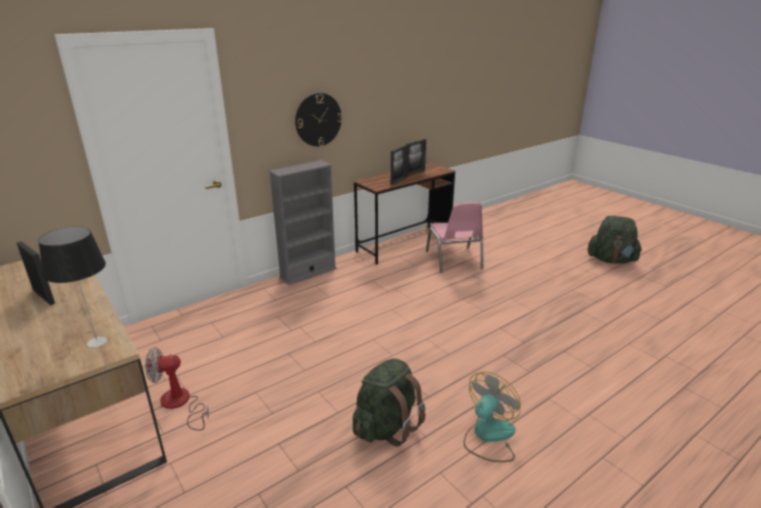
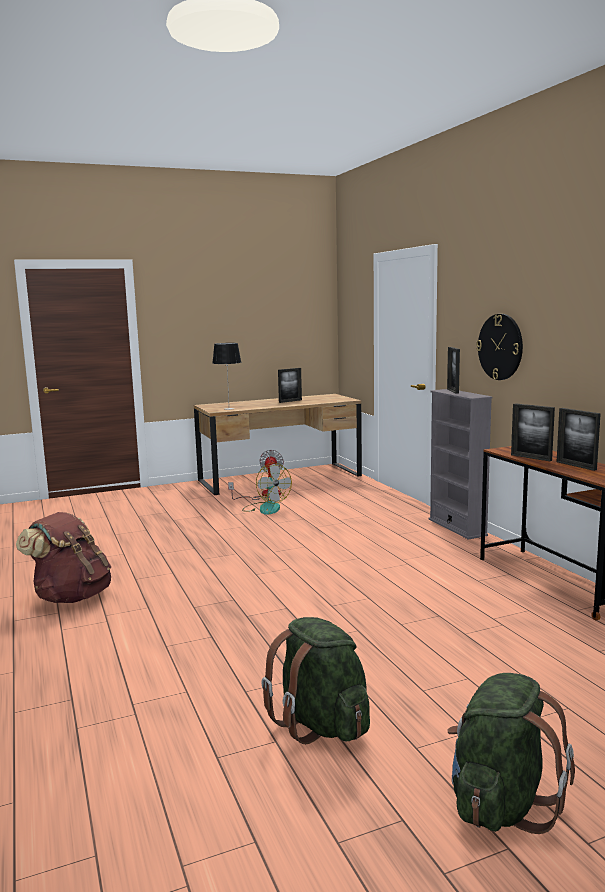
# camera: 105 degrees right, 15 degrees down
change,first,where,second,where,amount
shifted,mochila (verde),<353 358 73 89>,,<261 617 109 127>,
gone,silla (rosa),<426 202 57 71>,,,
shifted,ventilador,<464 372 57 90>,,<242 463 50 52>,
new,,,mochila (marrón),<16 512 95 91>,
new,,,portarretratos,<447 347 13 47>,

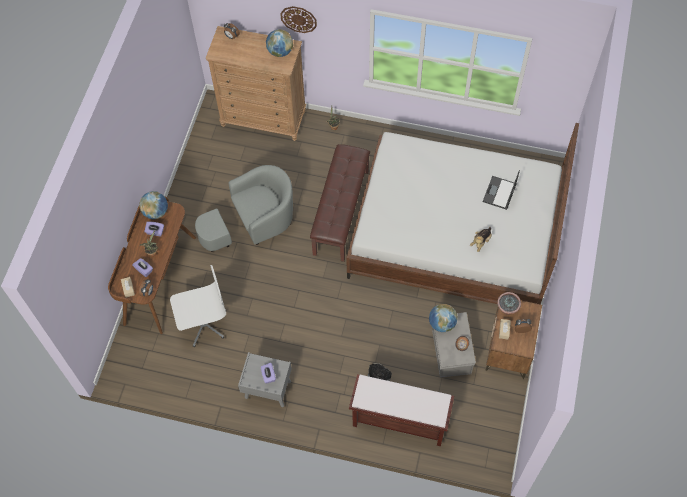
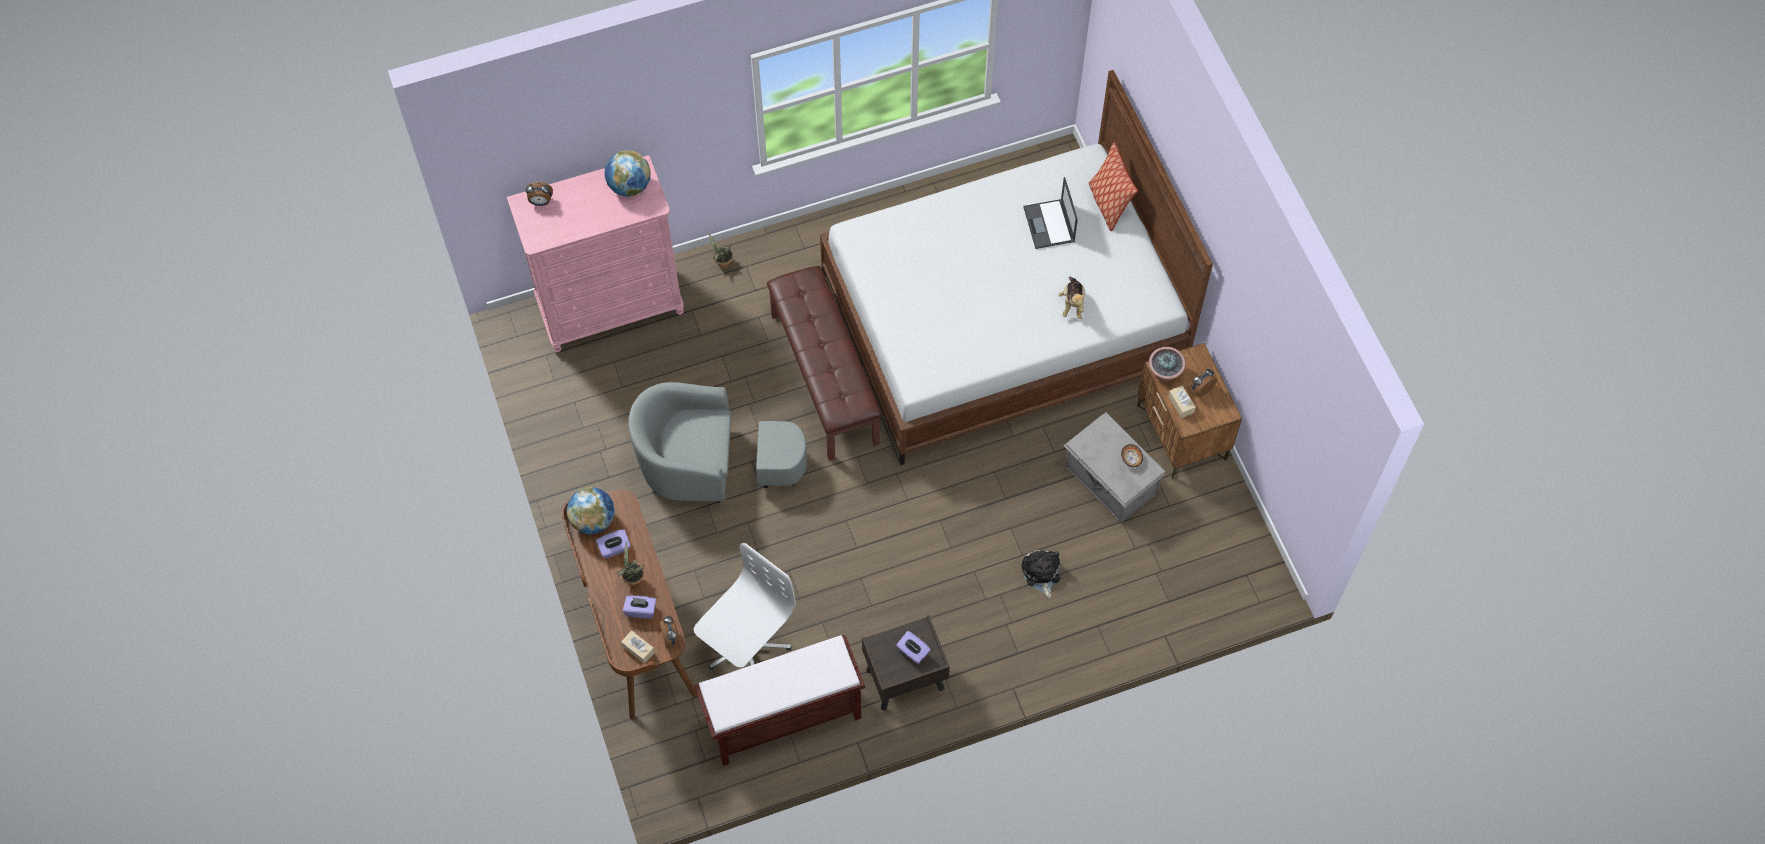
# camera: 35 degrees left, 0 degrees up
change,first,where,second,where,amount
rotated,sillón (gris),<195 165 98 87>,,<628 382 179 121>,120 degrees counterclockwise
repainted,cómoda (marrón),<206 26 100 115>,cómoda (rosa),<507 155 177 197>,
repainted,mesita de noche (gris),<238 352 54 55>,mesita de noche (marrón),<862 615 88 96>,
gone,reloj de pared,<280 6 37 27>,,,
shifted,banco (marrón),<349 374 105 72>,,<694 635 171 131>,
gone,globo terráqueo,<429 304 29 28>,,,
new,,,cojín,<1089 142 49 89>,

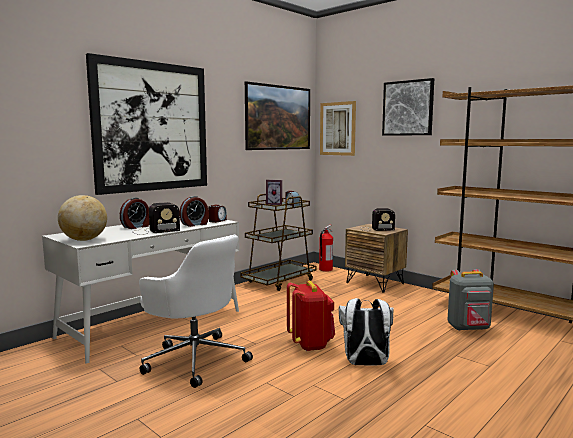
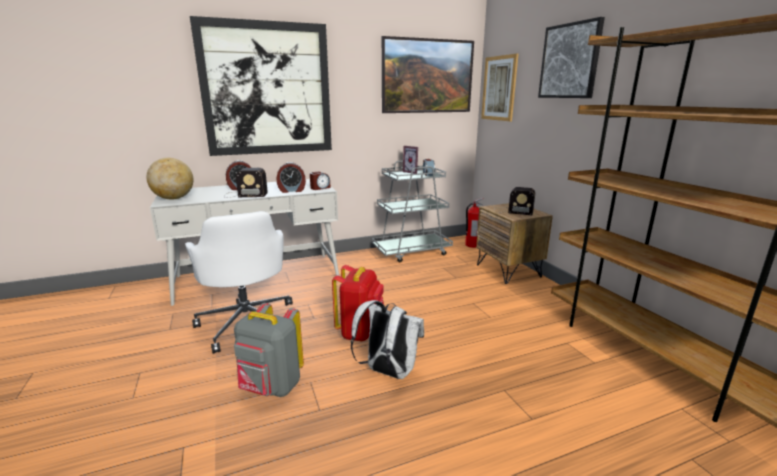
# camera: 25 degrees right, 10 degrees up
change,first,where,second,where,amount
repainted,carrito (marrón),<241 194 76 97>,carrito (gris),<372 161 81 101>,
shifted,mochila (gris),<448 269 46 62>,,<234 303 70 94>,

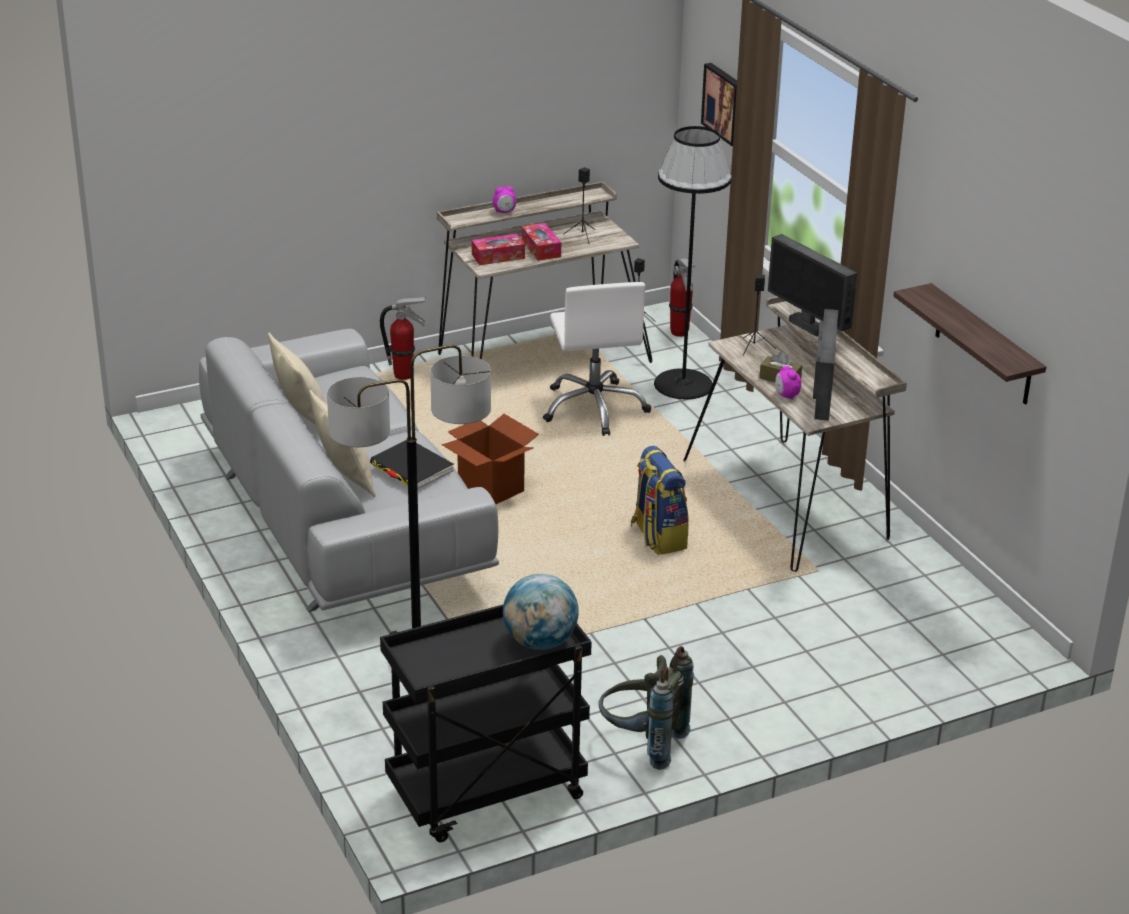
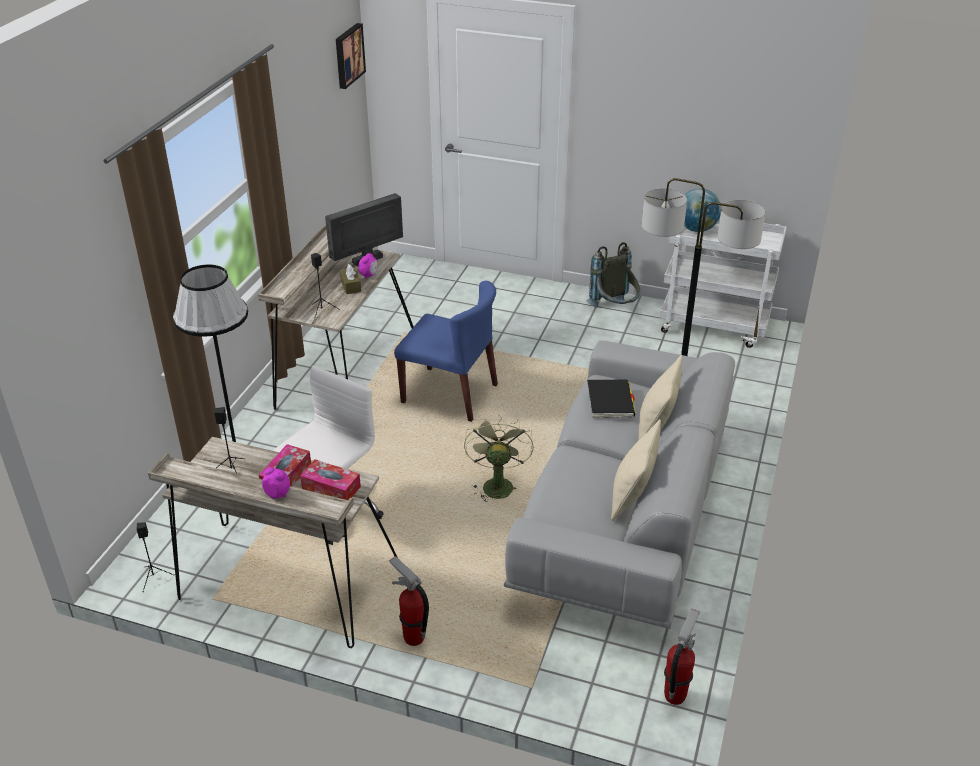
# camera: 135 degrees left, 5 degrees up
change,first,where,second,where,amount
repainted,carrito (negro),<380 604 212 238>,carrito (blanco),<660 218 127 130>,
swapped,caja de cartón,<442 414 97 90>,ventilador (verde),<464 415 70 87>,
swapped,mochila,<631 446 58 109>,silla (azul),<394 281 104 141>,
shifted,extintor,<669 258 26 79>,,<664 608 36 97>,
shifted,cuadro,<701 63 36 83>,,<336 23 30 66>,
gone,monitor,<768 234 89 103>,,,
gone,estante,<893 283 153 122>,,,

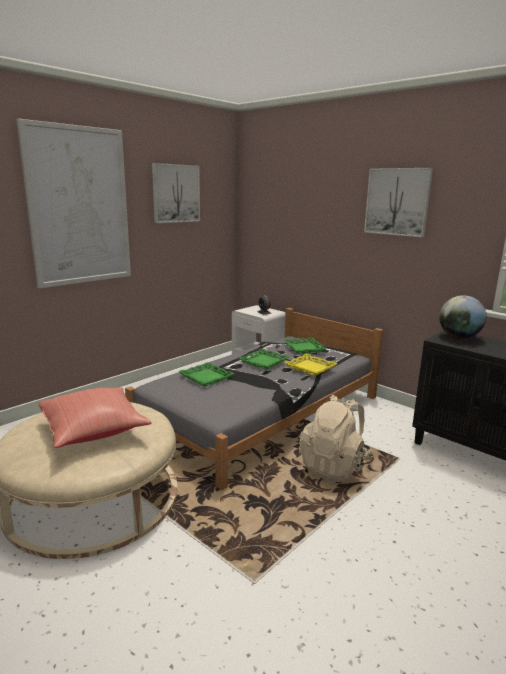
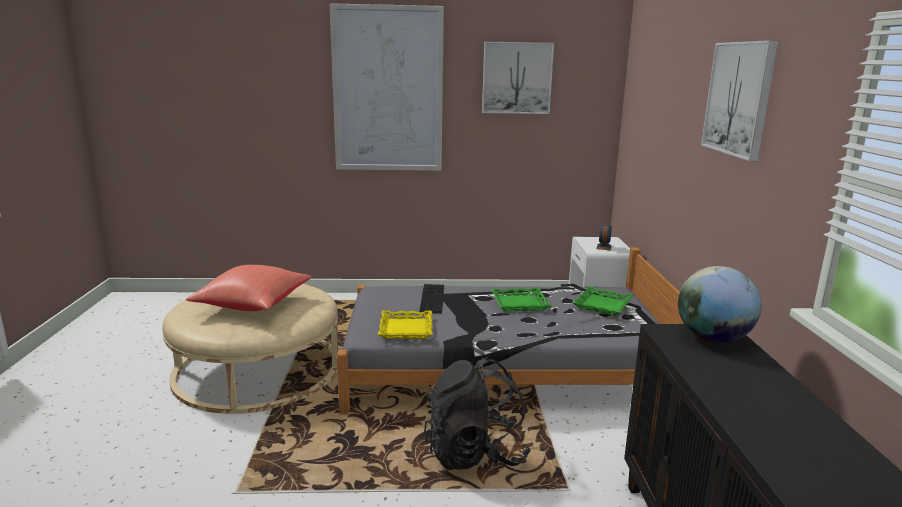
# camera: 45 degrees right, 0 degrees up
change,first,where,second,where,amount
swapped,bandeja (verde),<178 362 56 24>,teclado,<419 284 25 30>,
shifted,bandeja (amarillo),<284 354 54 22>,,<378 310 55 29>,
repainted,mochila (beis),<299 395 74 87>,mochila (negro),<424 357 107 113>,

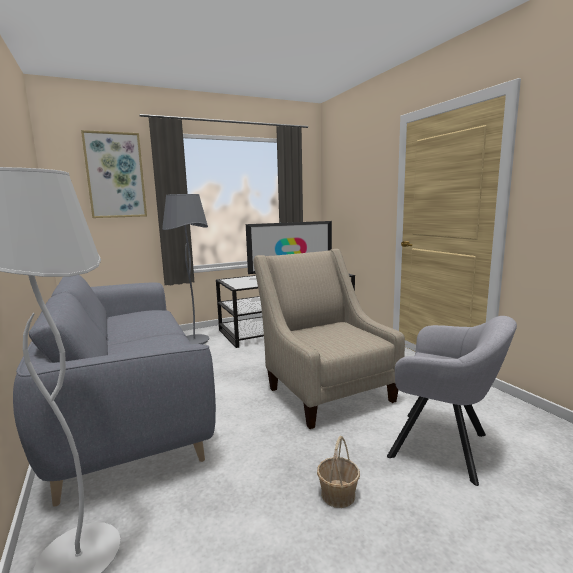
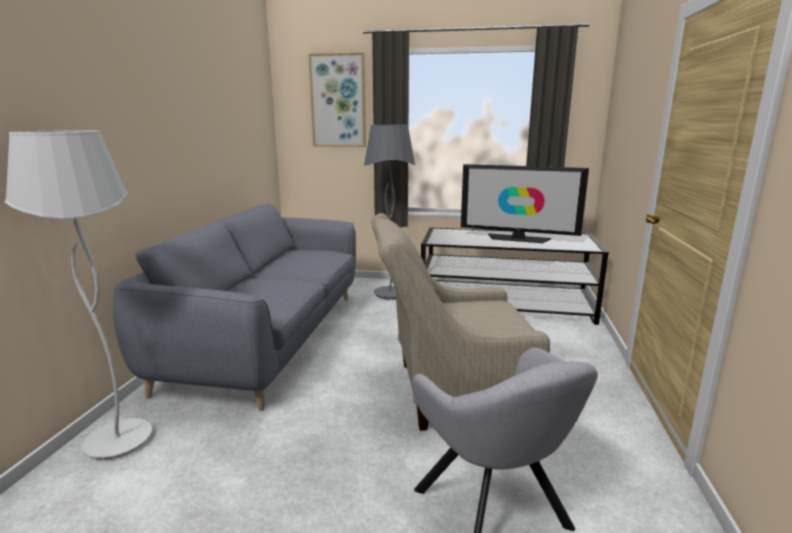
# camera: 35 degrees right, 5 degrees up
change,first,where,second,where,amount
rotated,sillón (beis),<253 249 152 180>,,<371 213 179 218>,105 degrees counterclockwise
gone,cesta,<317 436 43 72>,,,

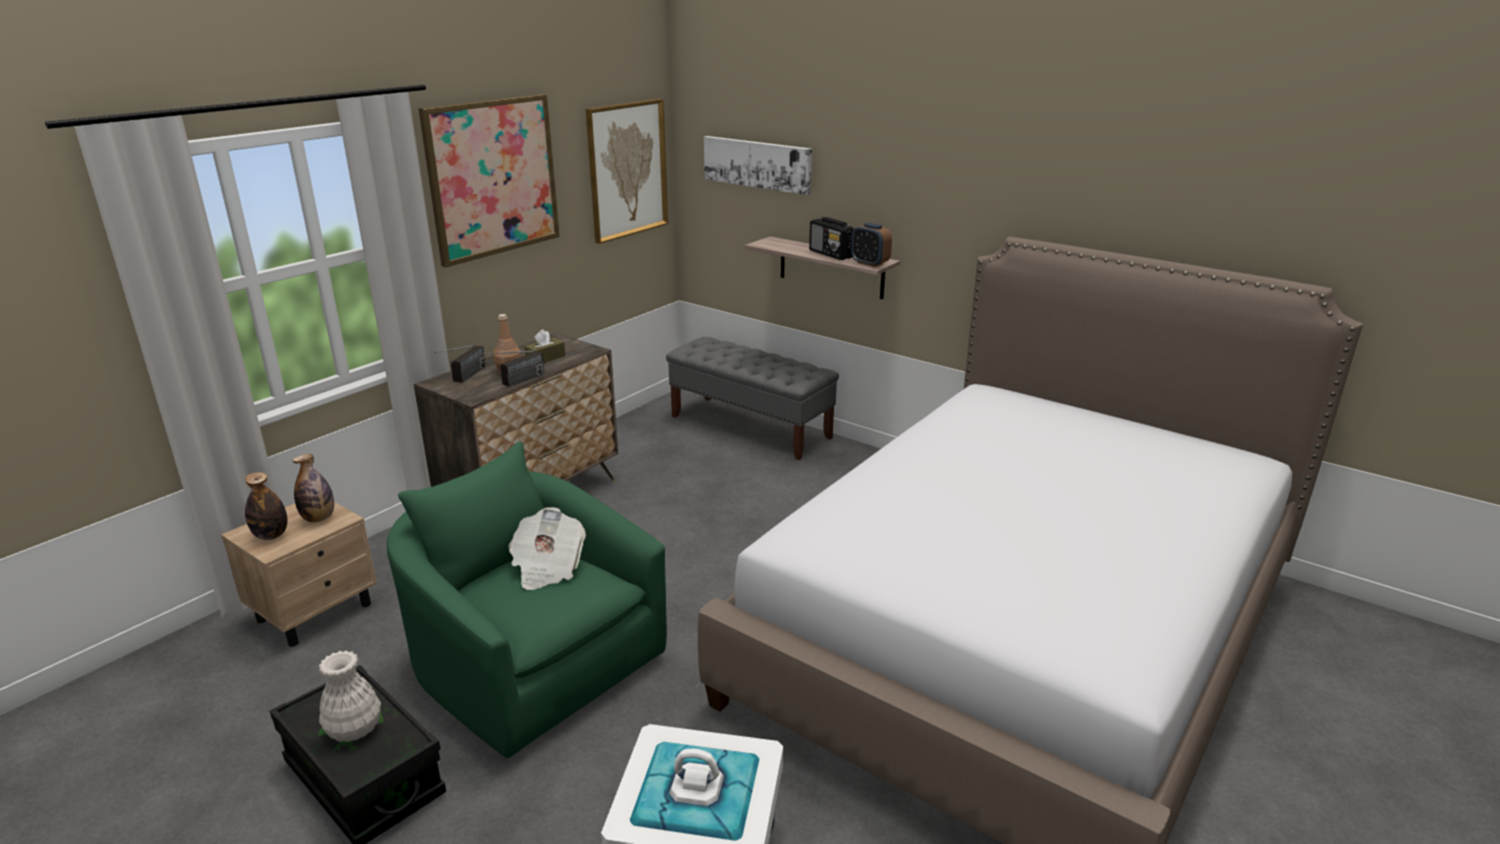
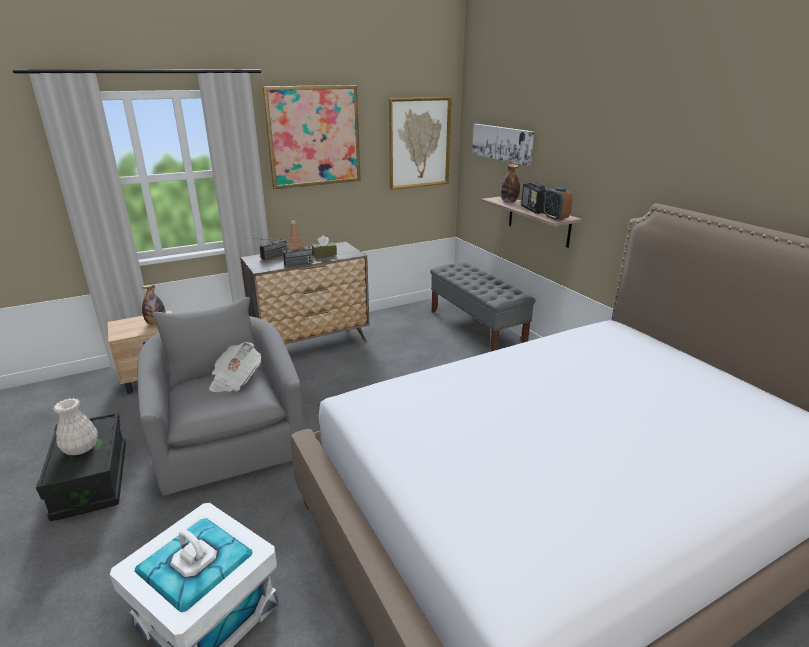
# camera: 25 degrees right, 0 degrees up
change,first,where,second,where,amount
shifted,botella,<245 472 43 68>,,<501 164 19 39>,
repainted,sillón (verde),<387 441 280 317>,sillón (gris),<137 297 167 198>,

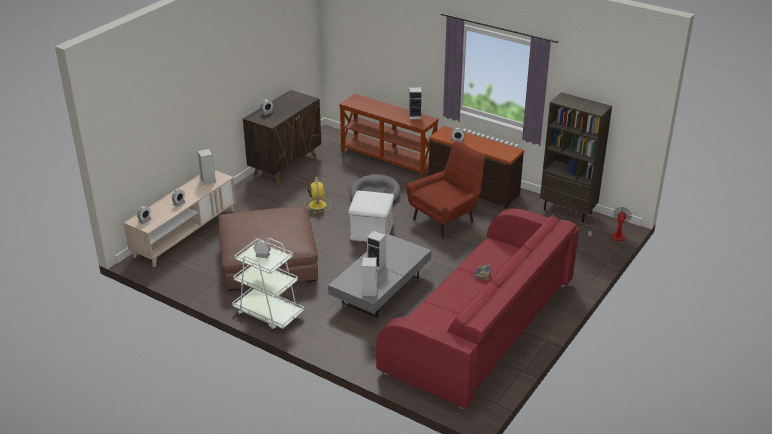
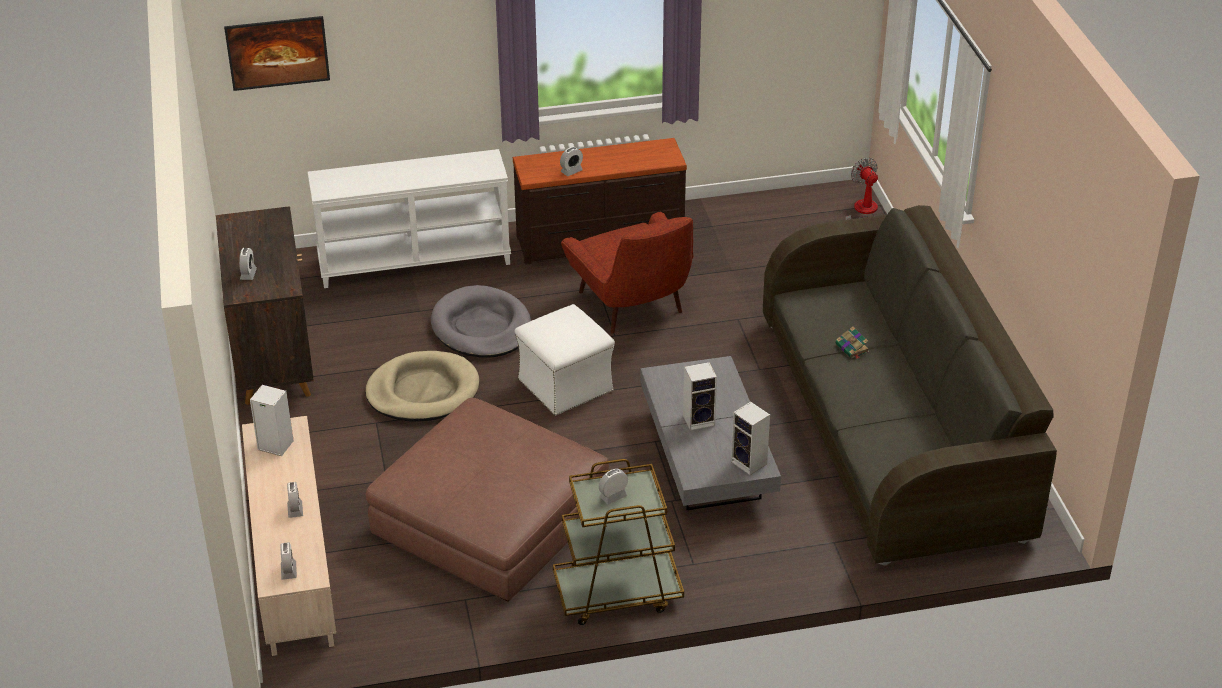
# camera: 45 degrees left, 5 degrees up
change,first,where,second,where,amount
repainted,carrito (blanco),<232 238 72 93>,carrito (marrón),<553 459 131 166>,
swapped,ventilador (amarillo),<304 177 27 36>,cama para perro (beis),<365 351 114 71>,
repainted,mesa consola (marrón),<339 94 100 85>,mesa consola (blanco),<307 149 204 139>,
repainted,sofá (rojo),<376 209 203 200>,sofá (gris),<763 205 294 361>,
rotated,sillón (rojo),<406 141 79 97>,,<561 212 132 122>,150 degrees clockwise
gone,altavoz,<408 87 14 32>,,,
gone,estantería (marrón),<540 92 72 131>,,,
new,,,cuadro,<224 16 106 75>,

